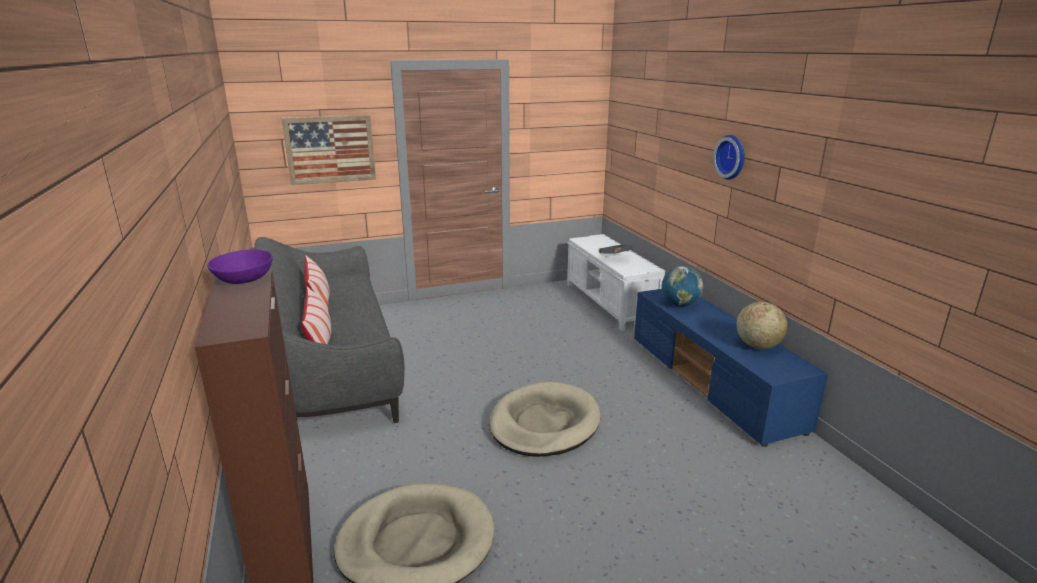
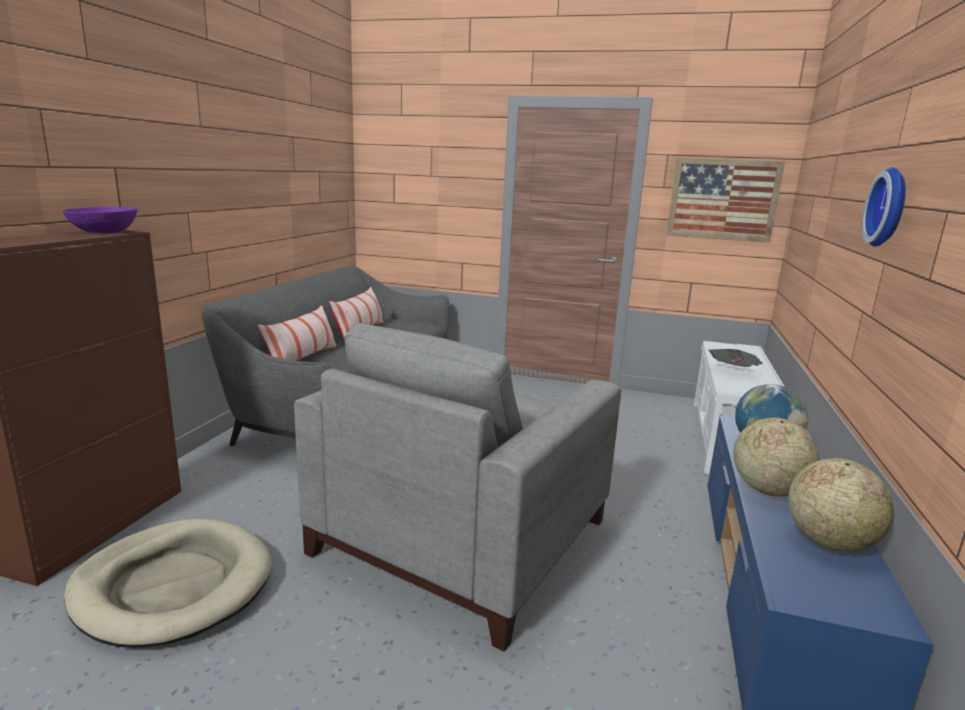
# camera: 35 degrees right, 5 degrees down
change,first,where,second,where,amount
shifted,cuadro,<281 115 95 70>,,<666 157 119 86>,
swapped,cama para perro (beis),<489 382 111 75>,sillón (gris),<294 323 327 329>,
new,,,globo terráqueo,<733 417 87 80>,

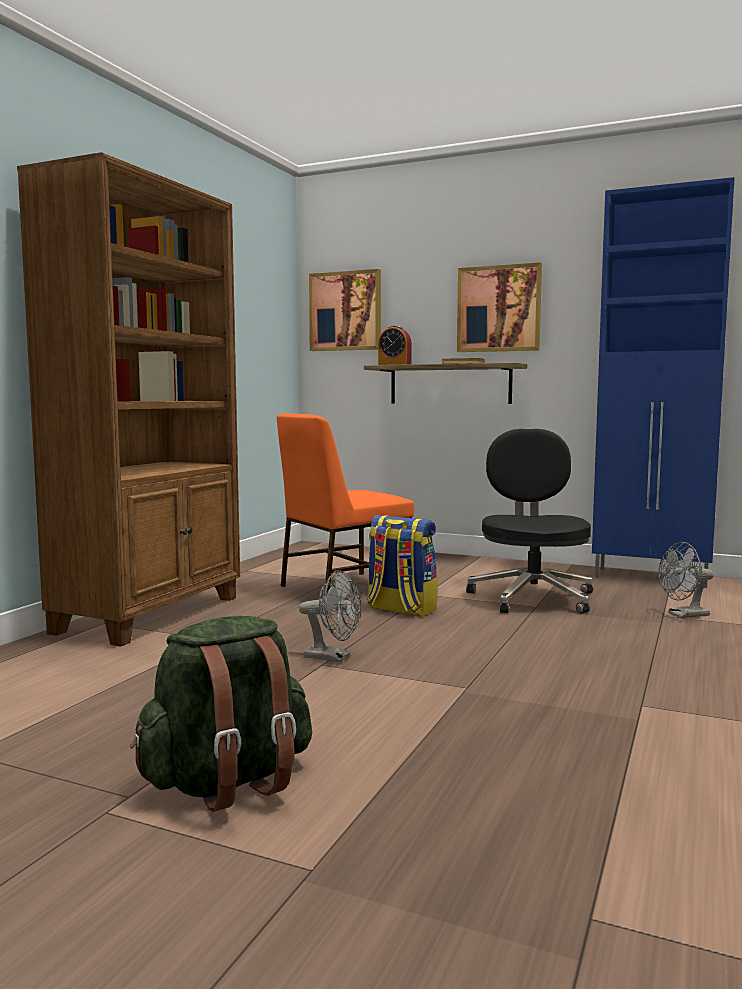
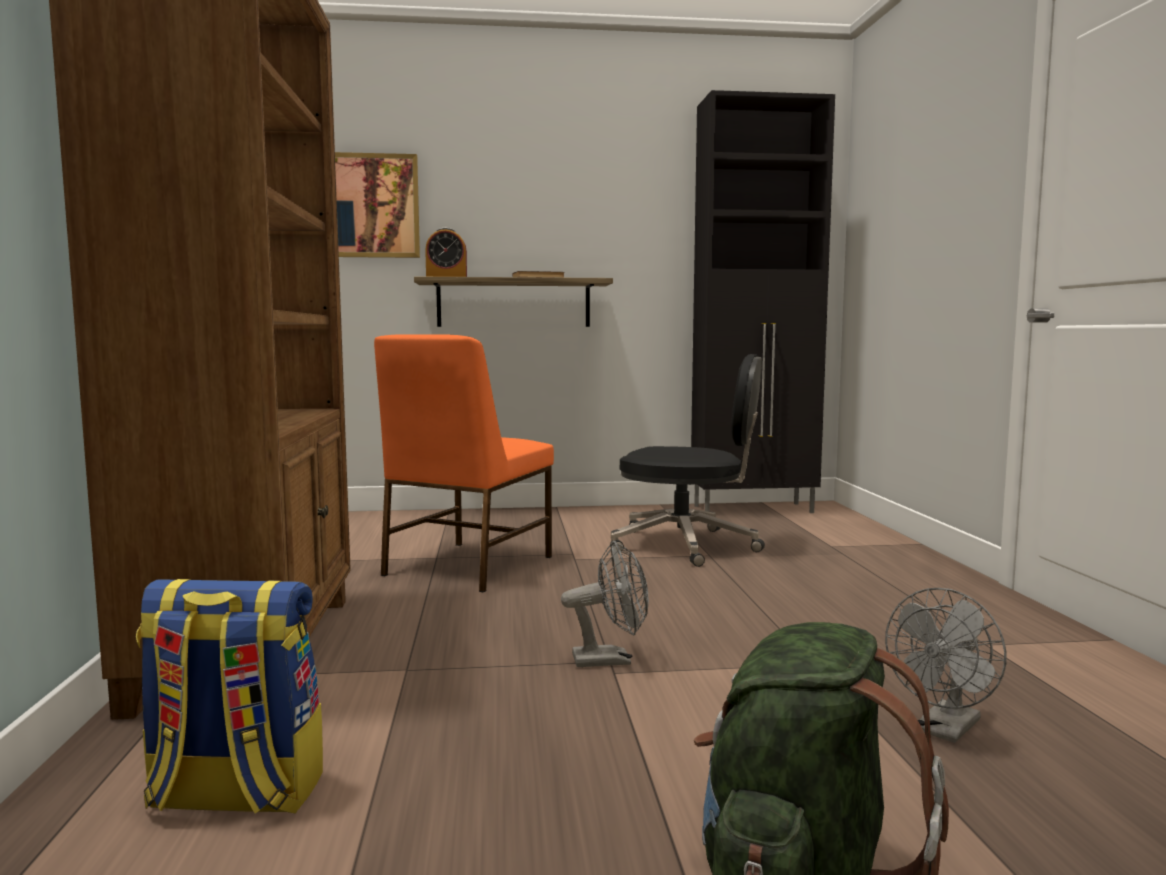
# camera: 30 degrees left, 0 degrees up
change,first,where,second,where,amount
shifted,mochila,<367 515 71 102>,,<136 579 187 235>,
gone,cuadro,<457 262 85 90>,,,
rotated,silla de oficina (negro),<466 429 127 185>,,<610 354 155 213>,135 degrees clockwise
repainted,armario (azul),<592 177 143 411>,armario (negro),<691 90 144 423>,
shifted,ventilador (gris),<658 542 56 76>,,<885 588 122 155>,

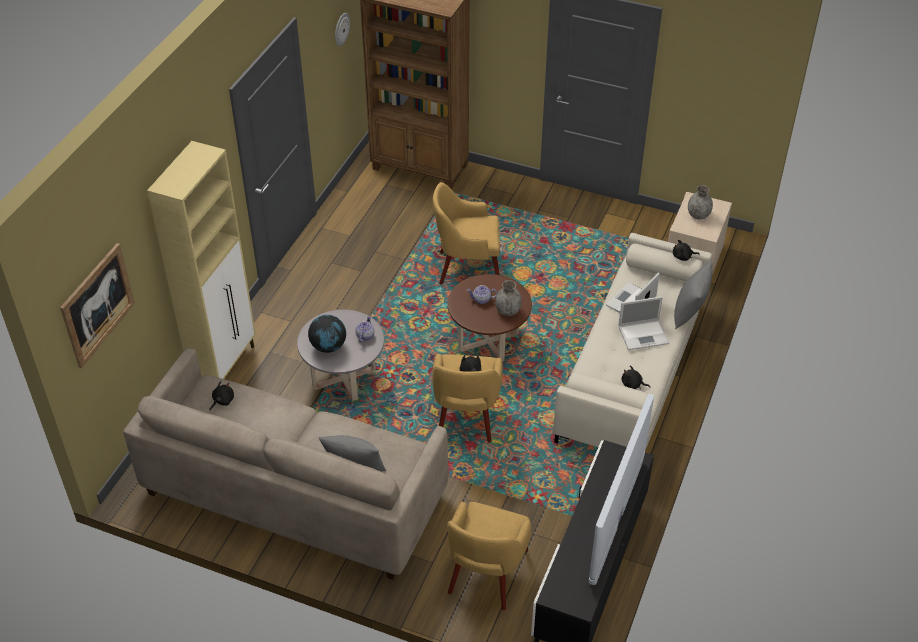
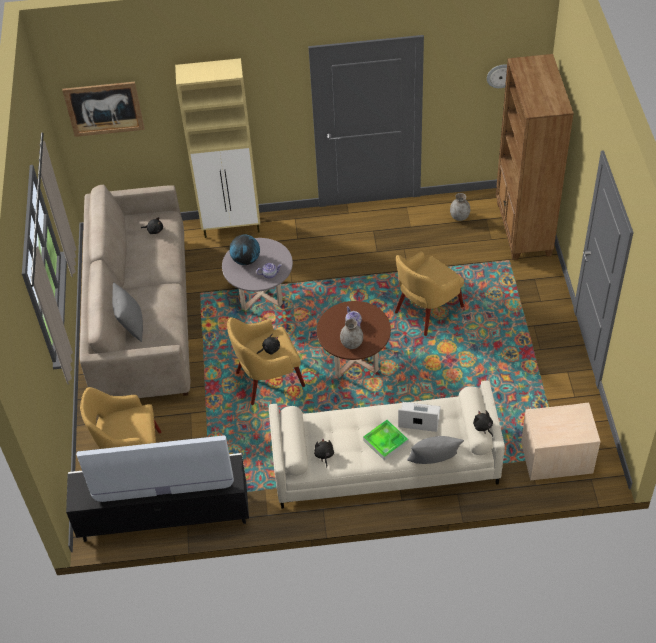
# camera: 65 degrees right, 5 degrees up
change,first,where,second,where,amount
rotated,sillón (amarillo),<433 182 67 102>,,<395 251 69 85>,105 degrees counterclockwise
swapped,portátil,<618 296 51 54>,bandeja,<363 420 46 41>,
shifted,florero (gris),<688 185 25 35>,,<450 193 20 28>,

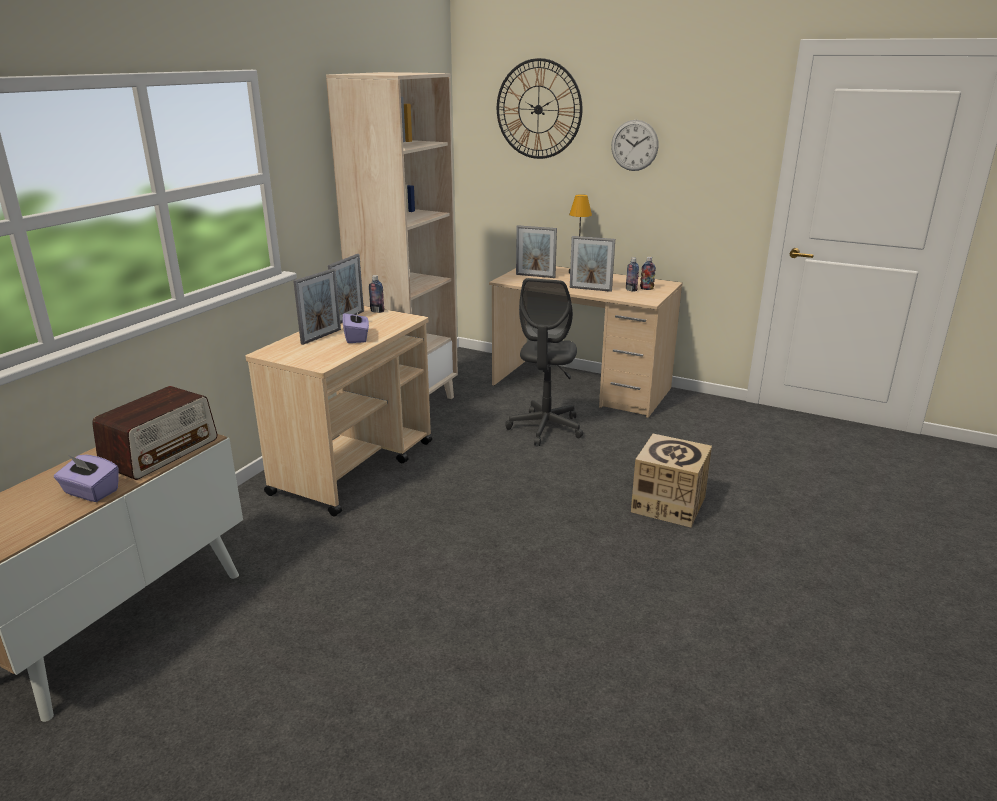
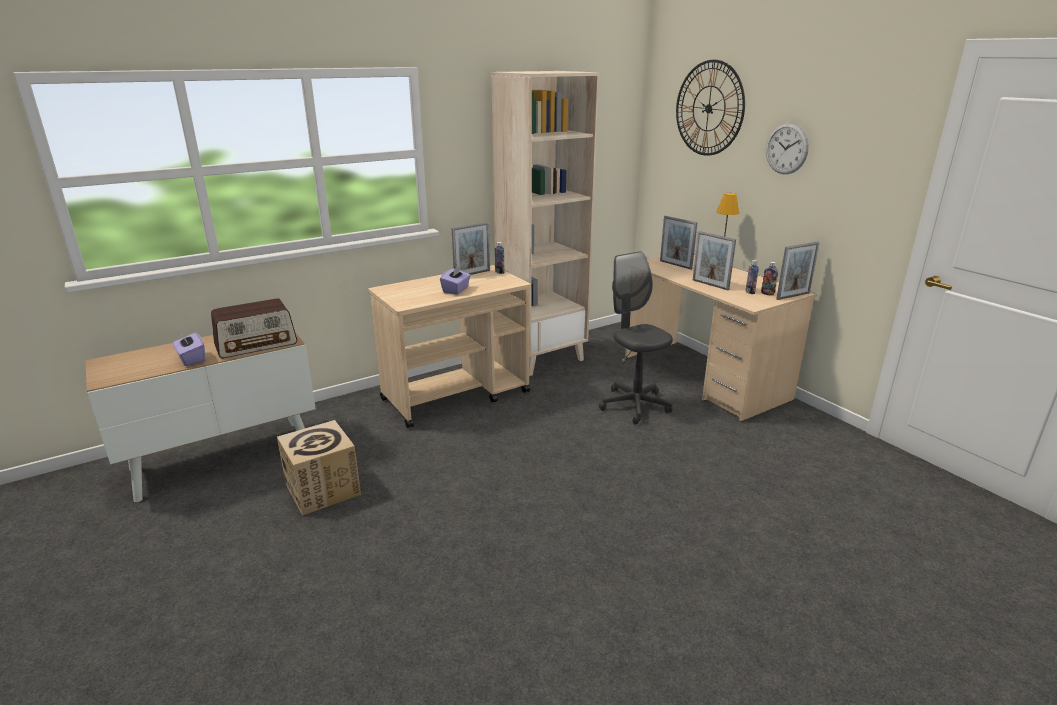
# camera: 30 degrees right, 0 degrees up
change,first,where,second,where,amount
shifted,portarretratos,<293 268 48 77>,,<776 241 44 59>,
rotated,silla de oficina (gris),<505 278 78 168>,,<599 251 74 174>,105 degrees clockwise
shifted,caja de cartón,<631 434 81 93>,,<277 420 84 96>,

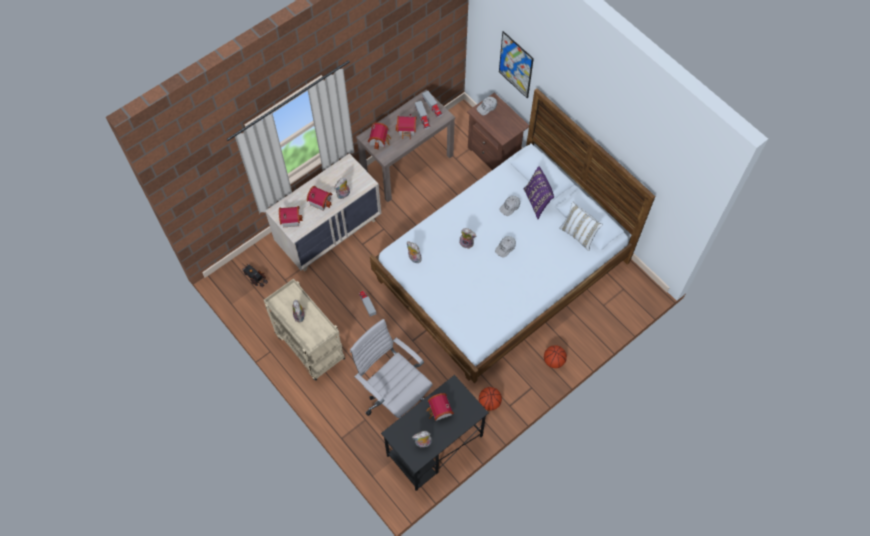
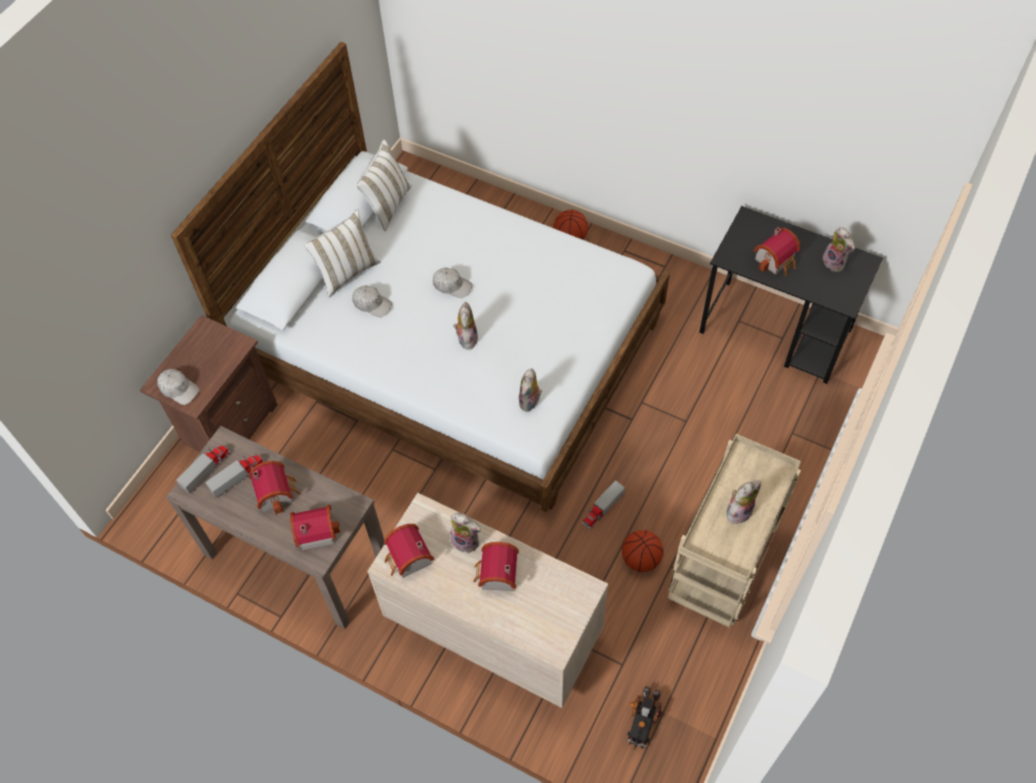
# camera: 110 degrees left, 5 degrees down
change,first,where,second,where,amount
shifted,casita,<279 206 24 21>,,<384 524 50 54>,
gone,silla de oficina (blanco),<350 319 83 99>,,,
shifted,balón de baloncesto,<479 387 23 24>,,<622 530 42 42>,
gone,cuadro,<499 31 35 67>,,,
repainted,cojín (morado),<523 166 31 53>,cojín (blanco),<304 209 77 88>,

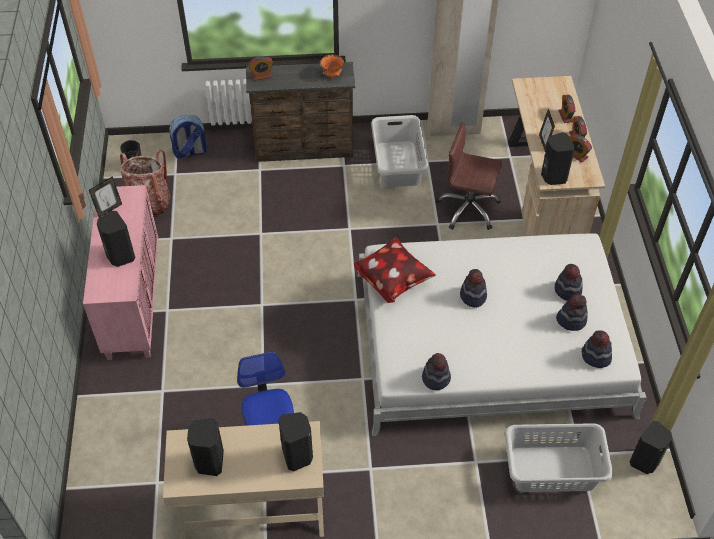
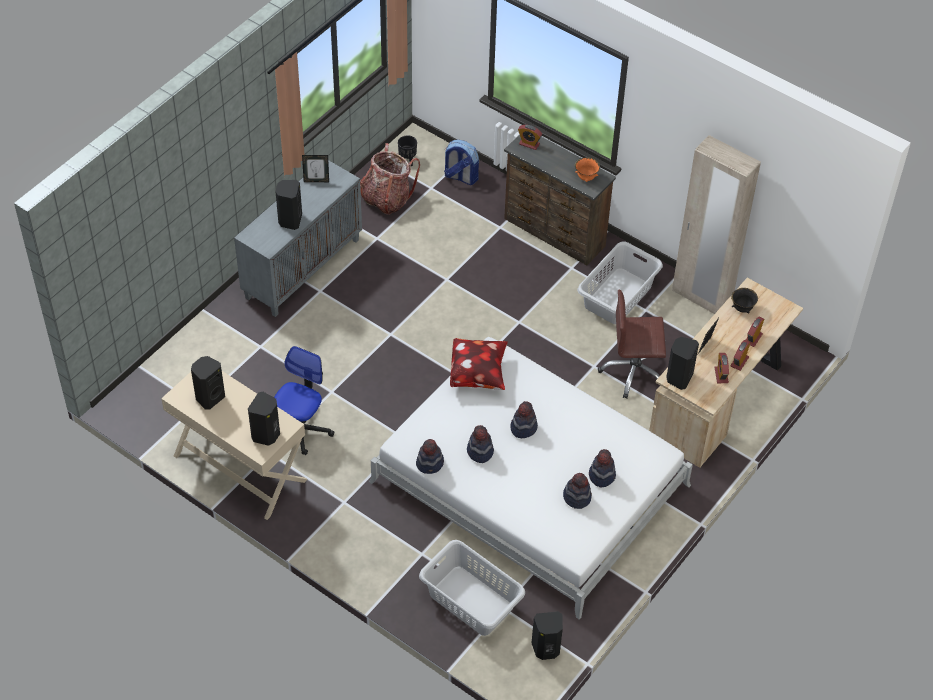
# camera: 40 degrees right, 0 degrees up
change,first,where,second,where,amount
repainted,armario (rosa),<83 185 75 175>,armario (gris),<234 160 128 157>,
rotated,silla de oficina (marrón),<436 122 67 108>,,<598 290 68 109>,60 degrees counterclockwise
shifted,sombrero,<582 330 30 38>,,<467 425 27 38>,
new,,,cuenco (negro),<731 288 27 25>,

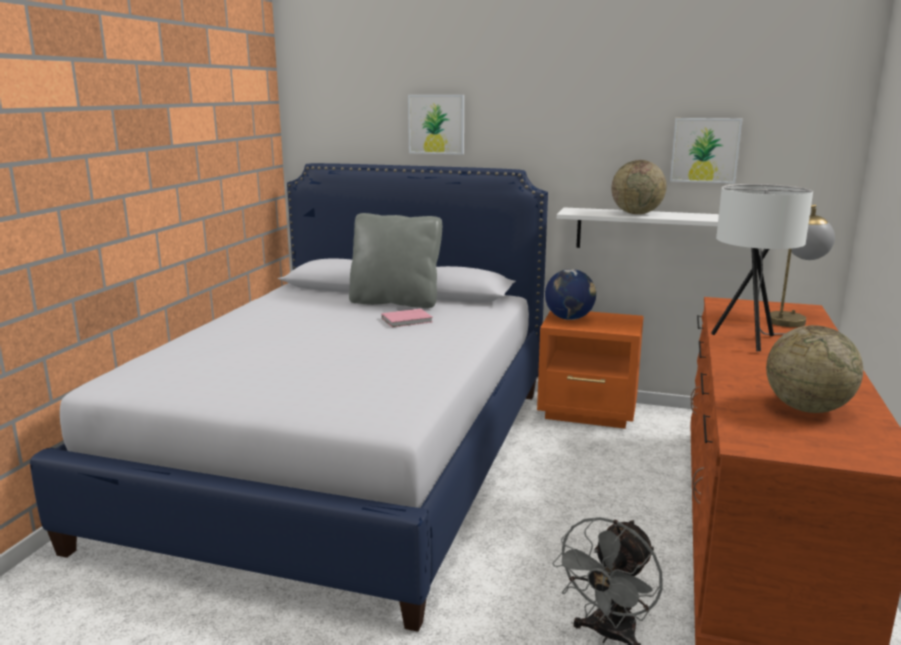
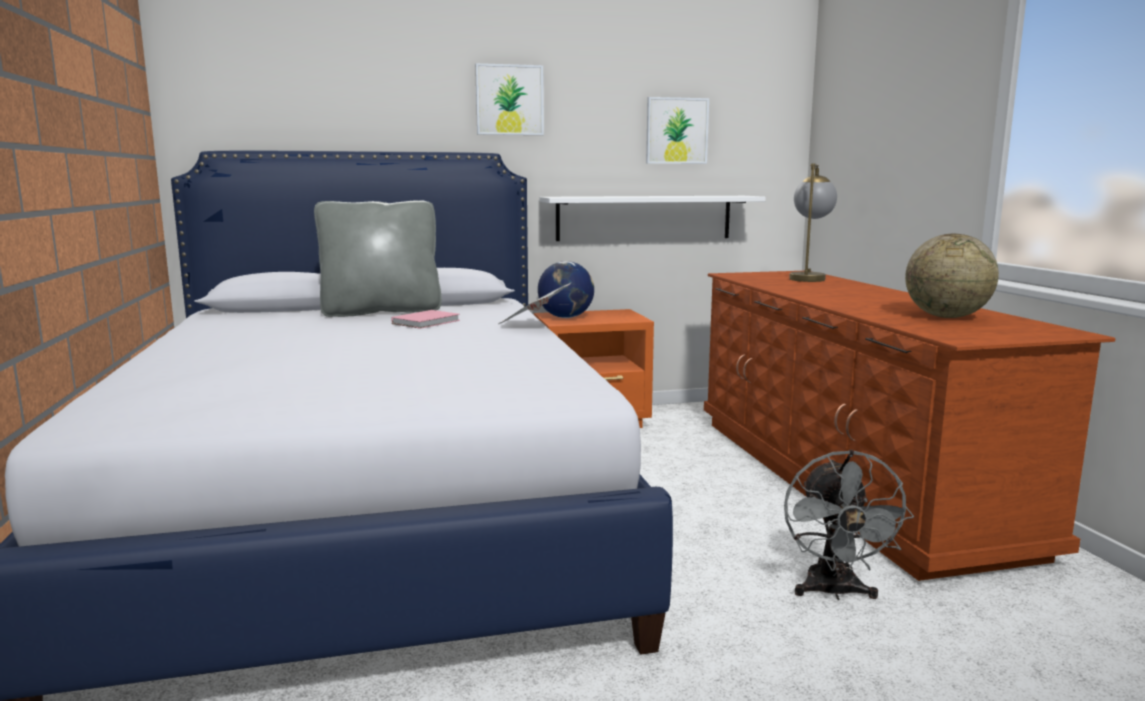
# camera: 30 degrees left, 5 degrees down
change,first,where,second,where,amount
shifted,cuadro,<408 95 56 60>,,<475 63 69 72>,
gone,globo terráqueo,<611 160 56 54>,,,
gone,lámpara de mesa (blanco),<711 184 102 167>,,,
new,,,periódico,<498 282 74 42>,

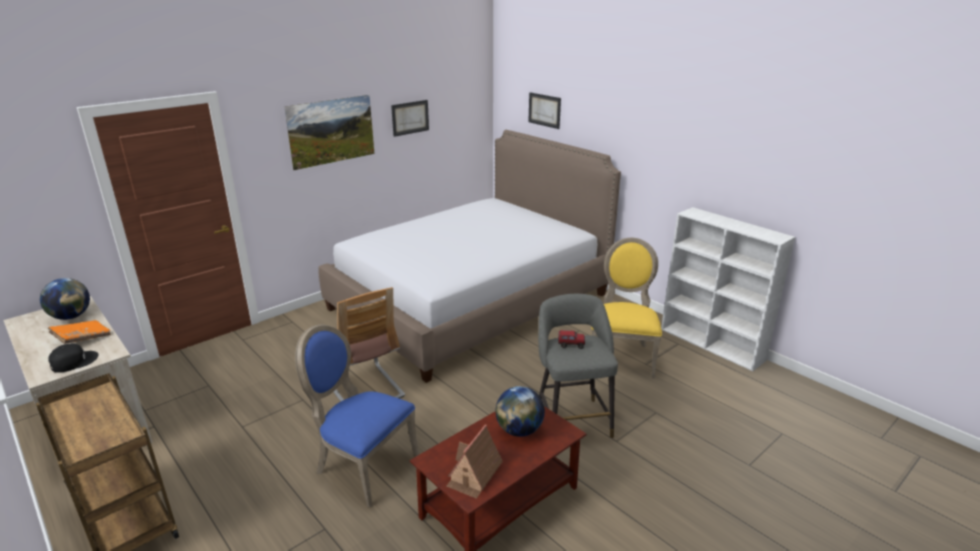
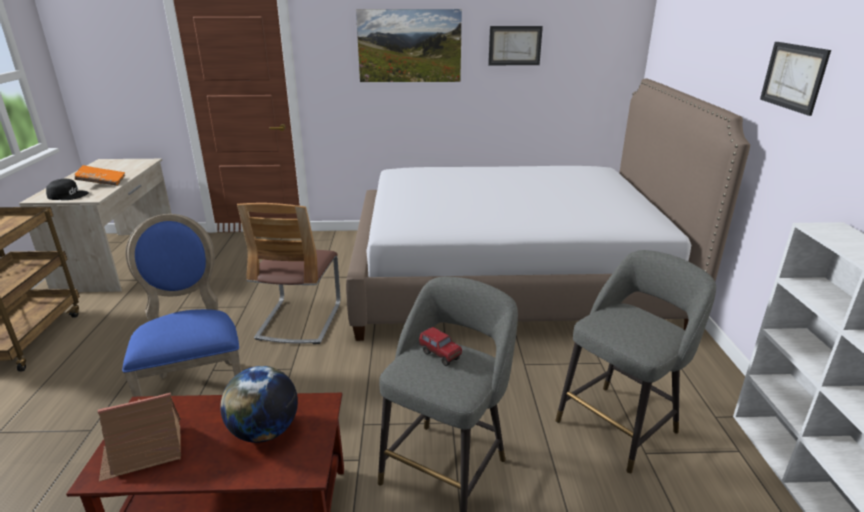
# camera: 40 degrees right, 0 degrees up
change,first,where,second,where,amount
gone,globo terráqueo,<40 278 50 42>,,,
shifted,cuadro,<528 92 33 37>,,<760 42 71 74>,
swapped,silla (amarillo),<591 238 71 141>,taburete (gris),<555 250 161 223>,

